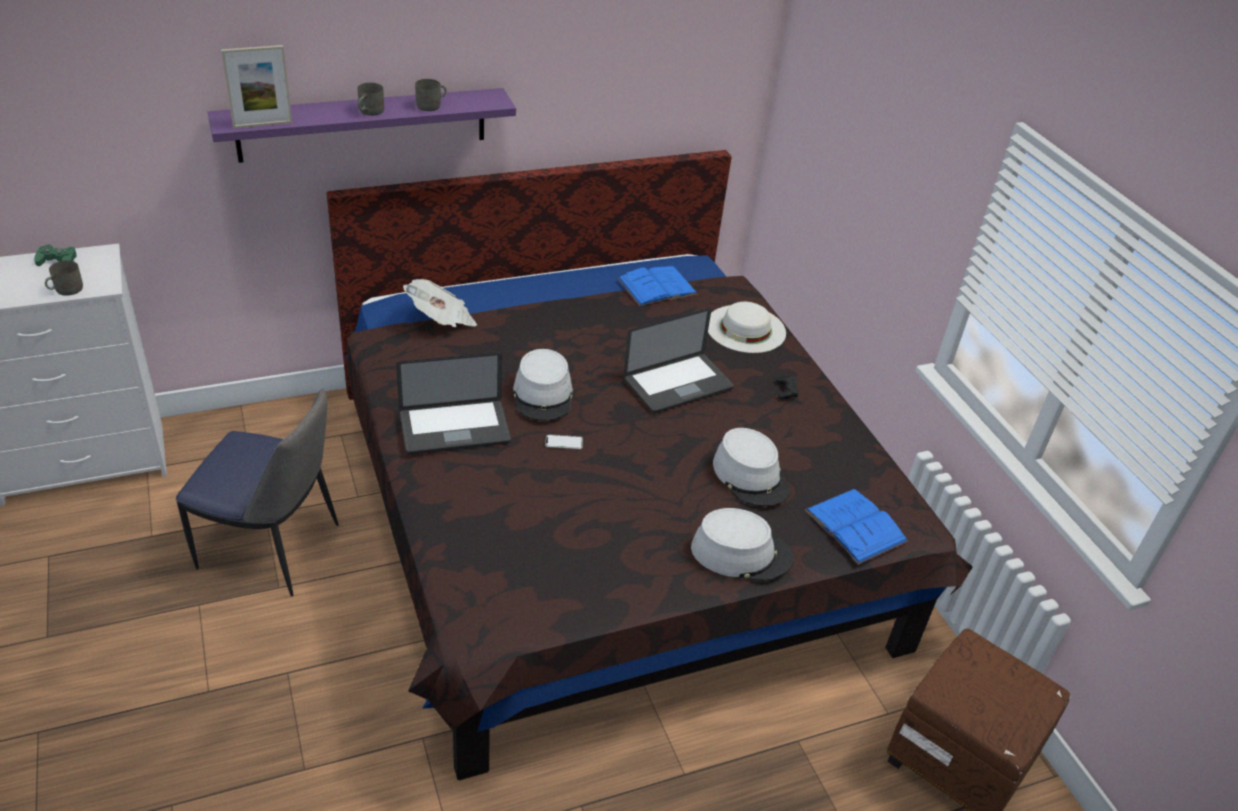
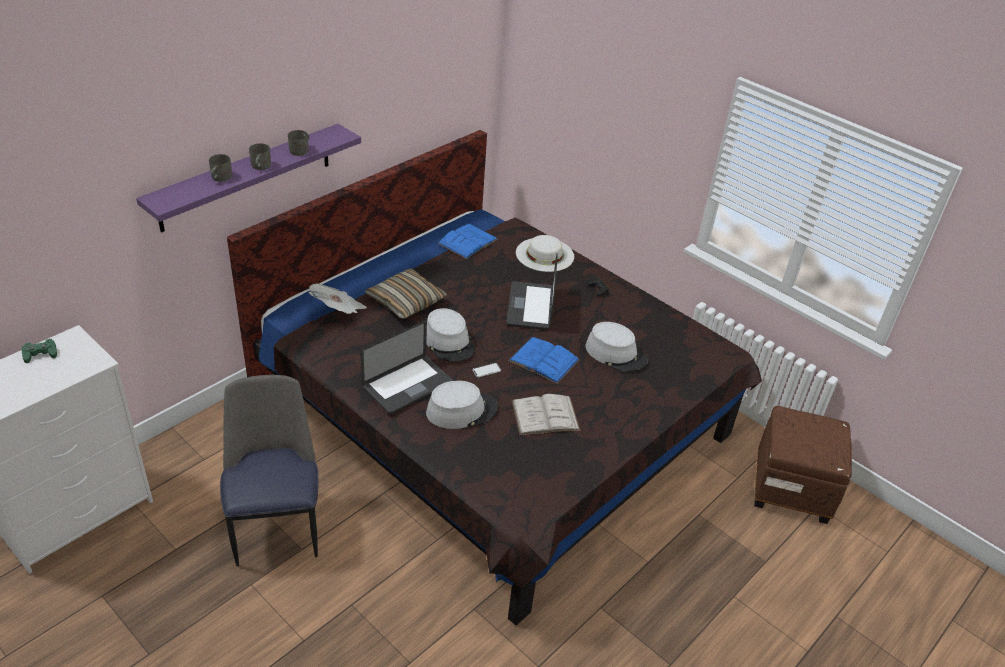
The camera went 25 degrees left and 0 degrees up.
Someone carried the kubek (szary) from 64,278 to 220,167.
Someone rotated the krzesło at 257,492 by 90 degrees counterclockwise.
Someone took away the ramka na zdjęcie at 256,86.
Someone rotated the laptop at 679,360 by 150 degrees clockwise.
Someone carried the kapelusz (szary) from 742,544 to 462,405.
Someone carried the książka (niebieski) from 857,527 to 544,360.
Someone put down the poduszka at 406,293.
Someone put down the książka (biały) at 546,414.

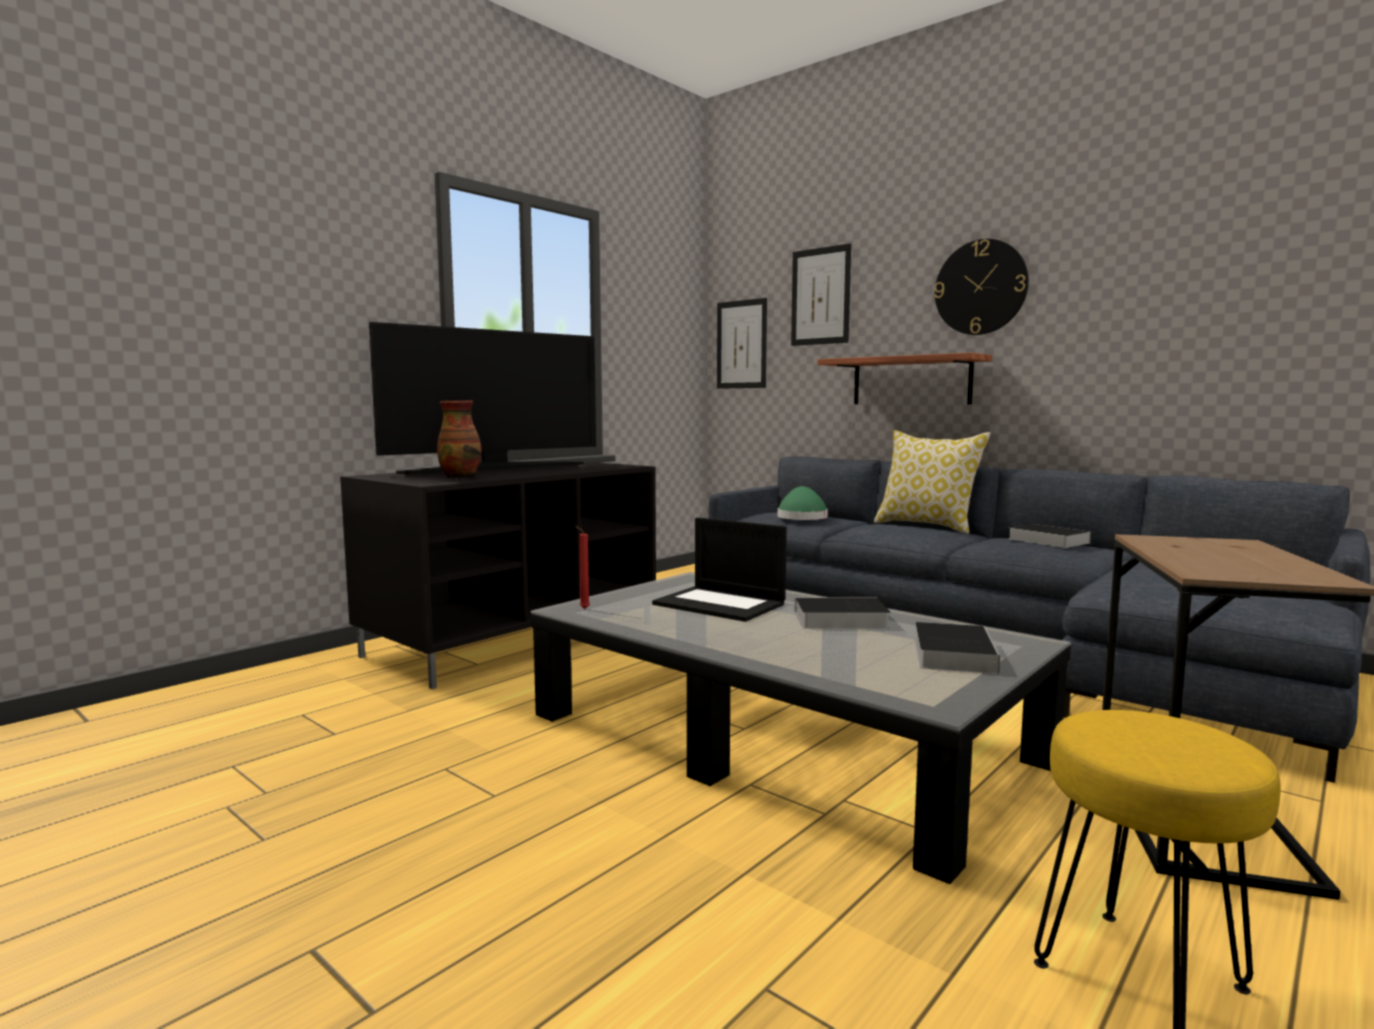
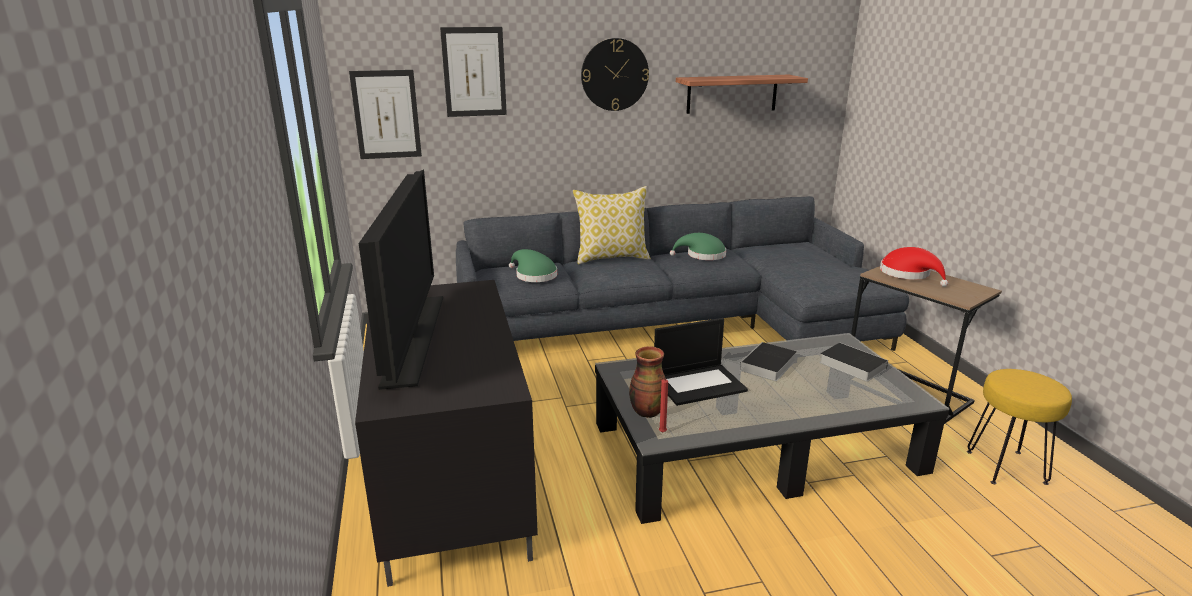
The camera went 55 degrees left and 15 degrees up.
Someone carried the wazon from 459,439 to 647,382.
Someone carried the półka from 904,378 to 742,94.
Someone swapped the książka at 1049,536 for the kapelusz (zielony) at 698,246.
Someone put down the kapelusz (czerwony) at 914,267.

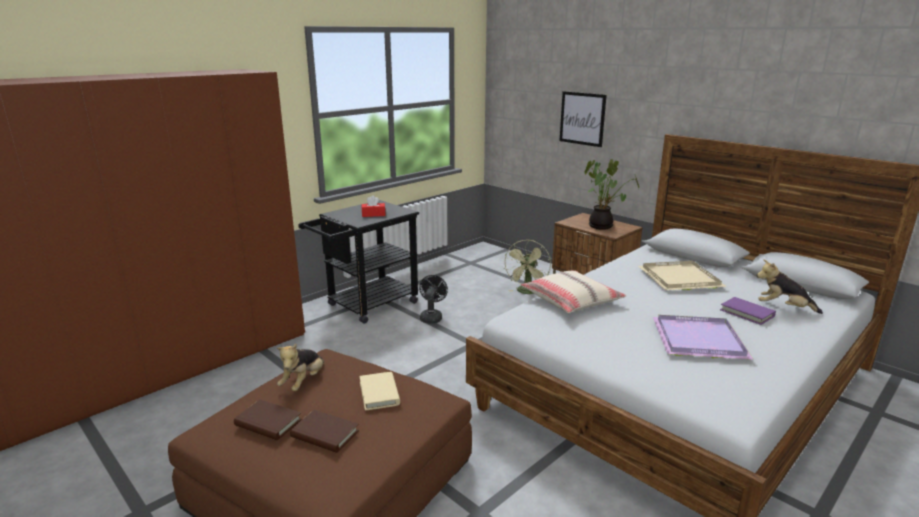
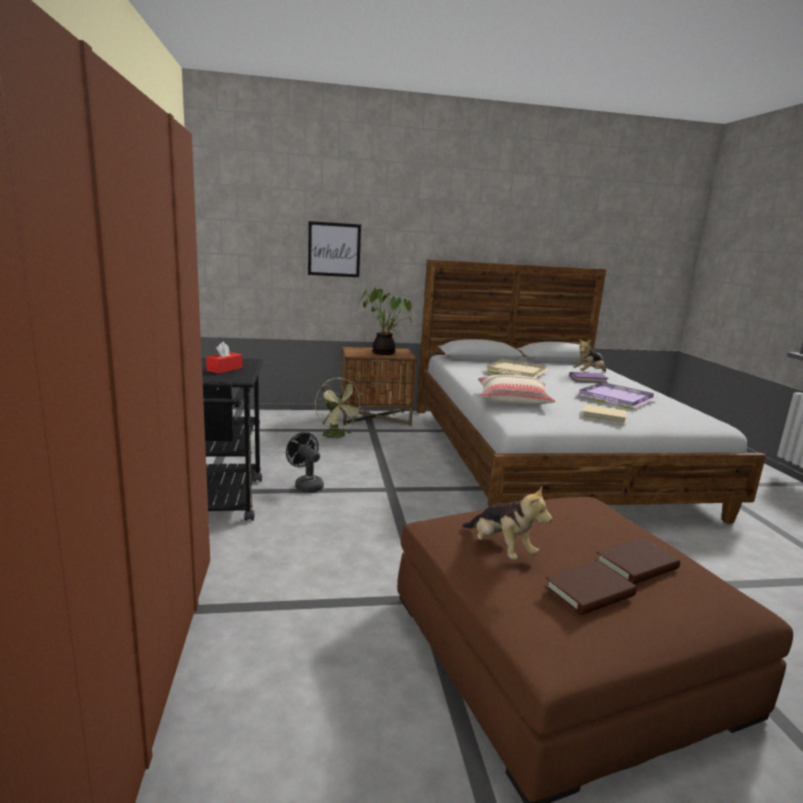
The camera went 55 degrees left and 5 degrees down.
Someone carried the książka (beżowy) from 379,391 to 604,414.

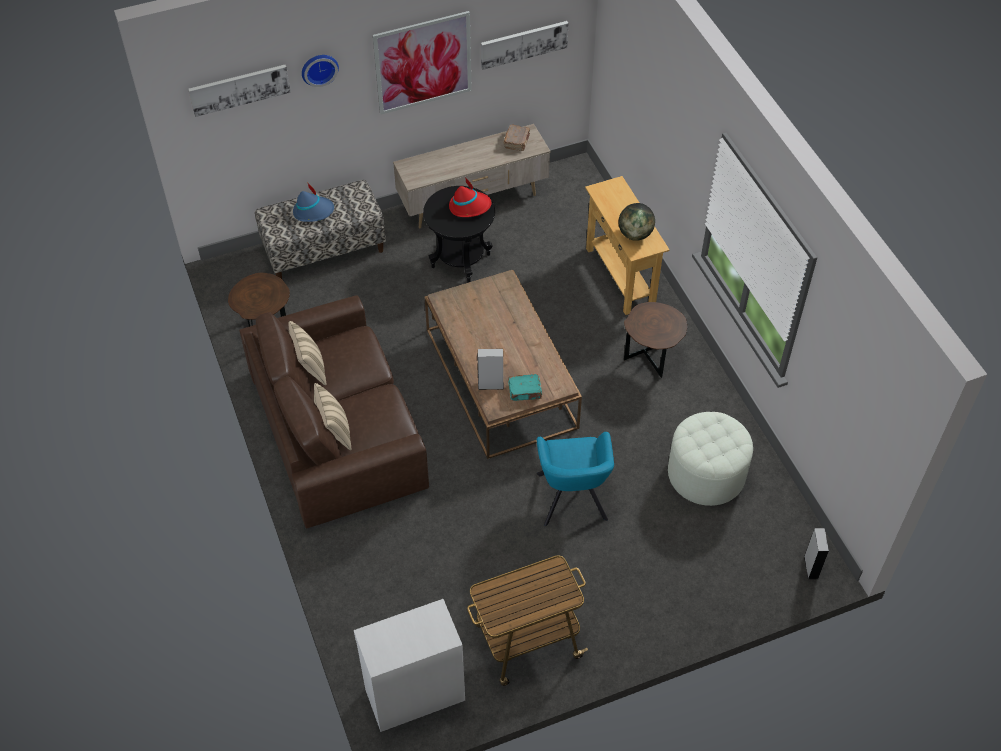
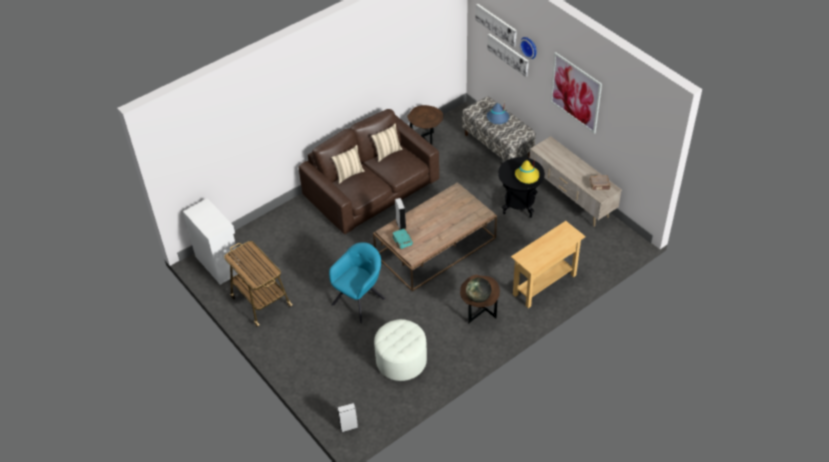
The camera went 75 degrees right and 5 degrees down.
Someone repainted the kapelusz (czerwony) at 470,197, which became the kapelusz (żółty) at 527,172.
Someone carried the obraz from 525,45 to 508,55.
Someone rotated the fotel (turkusowy) at 575,479 by 150 degrees clockwise.
Someone carried the globus from 637,222 to 479,290.

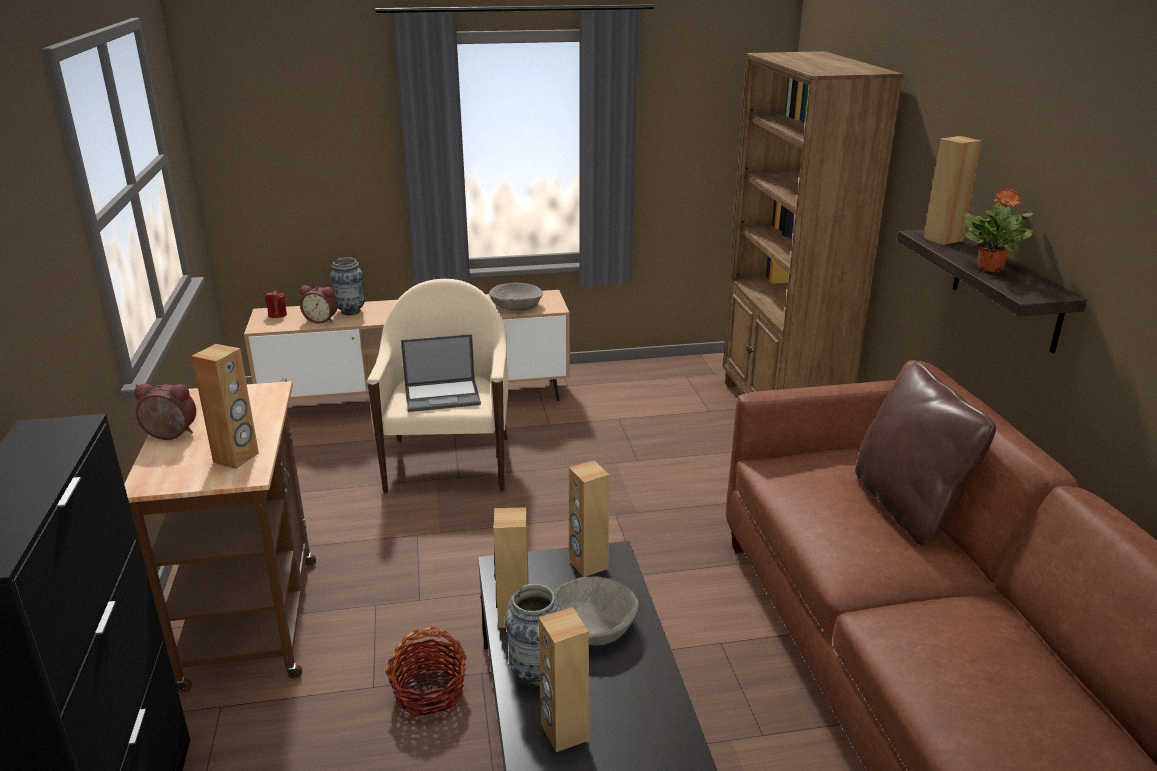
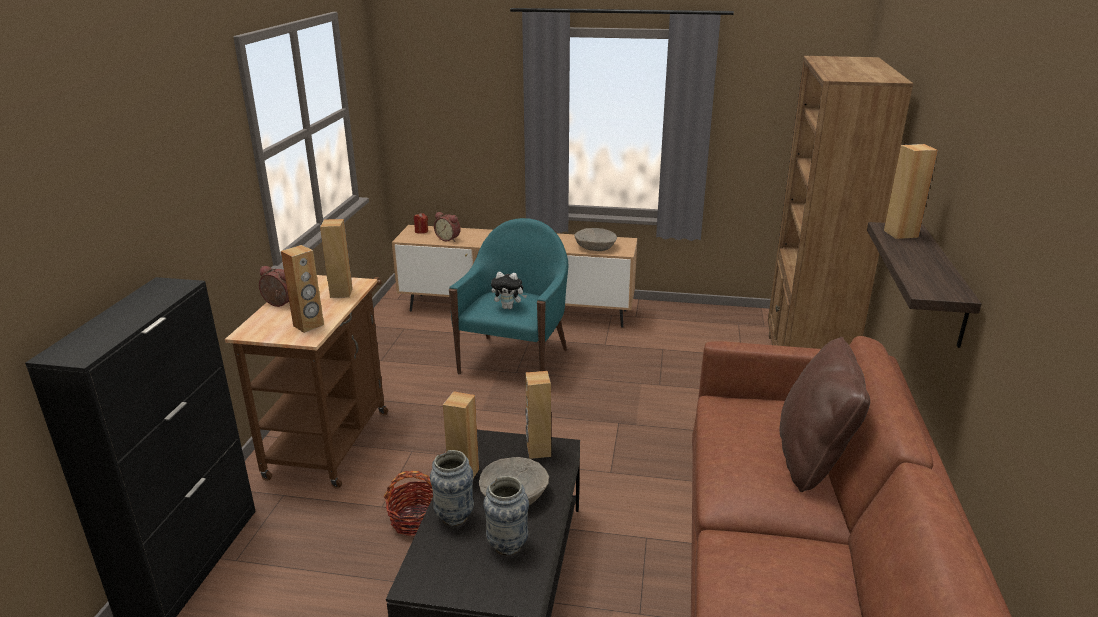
The camera went 20 degrees right and 0 degrees up.
Someone carried the wazon from 347,286 to 506,516.
Someone repainted the fotel (beżowy) at 437,386, which became the fotel (turkusowy) at 509,296.
Someone swapped the laptop at 441,373 for the pluszak at 509,290.
Someone carried the głośnik (brązowy) from 564,679 to 336,258.
Someone took away the roślina doniczkowa at 999,230.

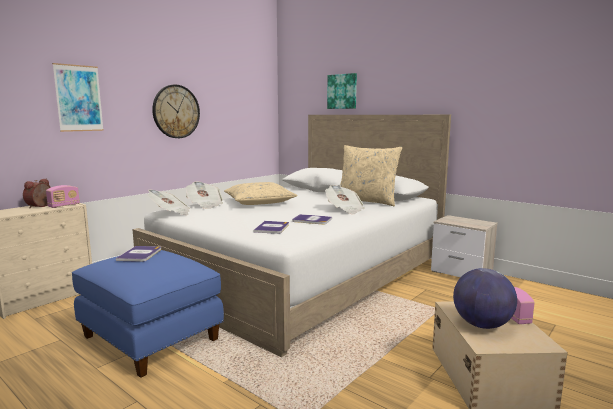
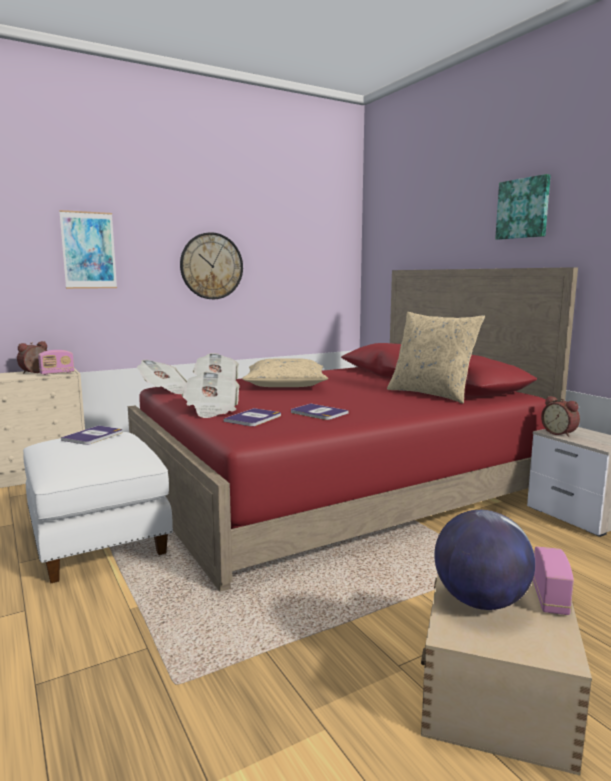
The camera went 20 degrees right and 0 degrees up.
Someone repainted the pufa (niebieski) at 148,314, which became the pufa (biały) at 98,507.
Someone repainted the łóżko (biały) at 291,236, which became the łóżko (czerwony) at 353,429.
Someone carried the gazeta from 345,199 to 211,395.
Someone carried the obraz from 342,91 to 523,207.
Someone put down the budzik at 560,416.

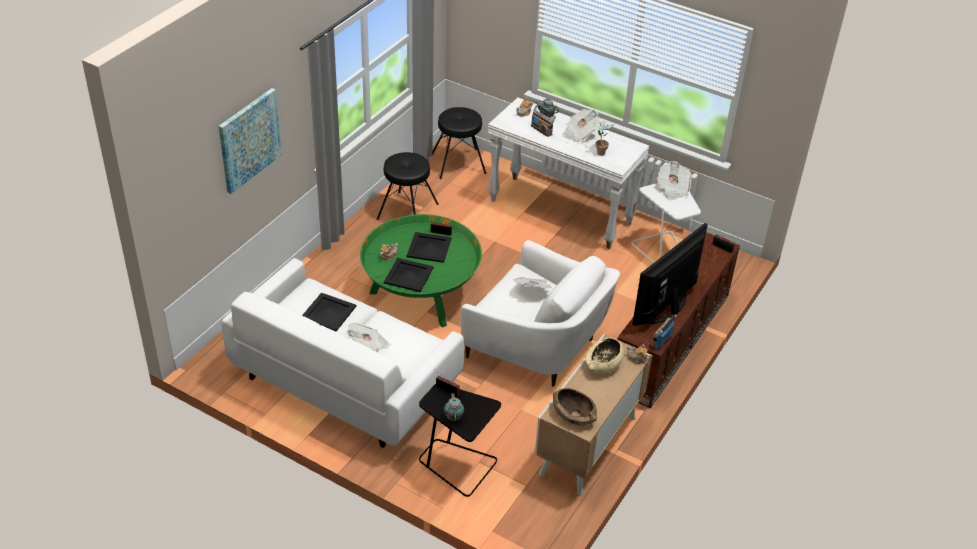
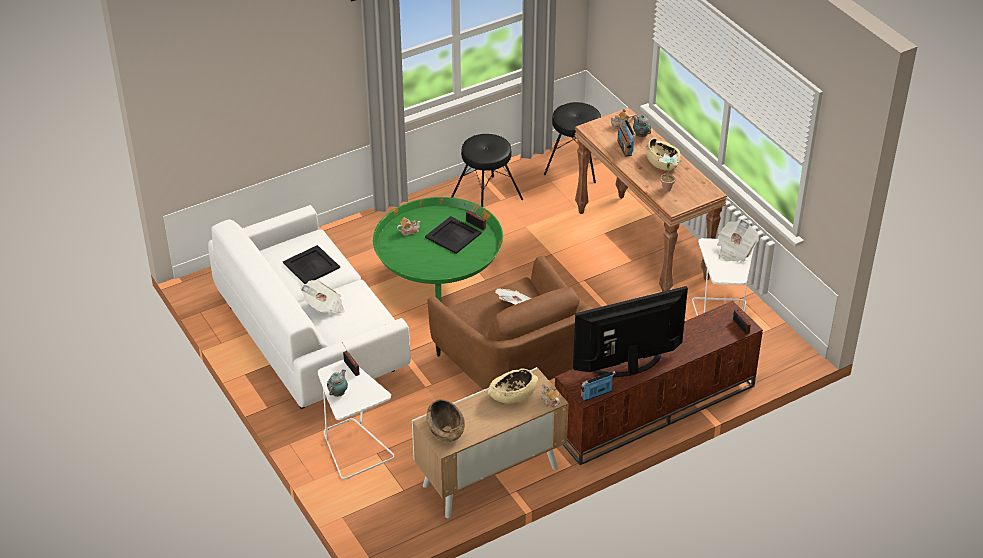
The camera went 30 degrees right and 0 degrees up.
Someone took away the obraz at 250,141.
Someone took away the taca (czarny) at 409,275.
Someone repainted the stolik (czarny) at 460,440, which became the stolik (biały) at 356,419.
Someone repainted the fotel (biały) at 540,313, which became the fotel (brązowy) at 510,323.
Someone repainted the stolik konsolowy (biały) at 568,173, which became the stolik konsolowy (brązowy) at 650,199.
Someone swapped the gazeta at 581,125 for the miska (beżowy) at 663,154.

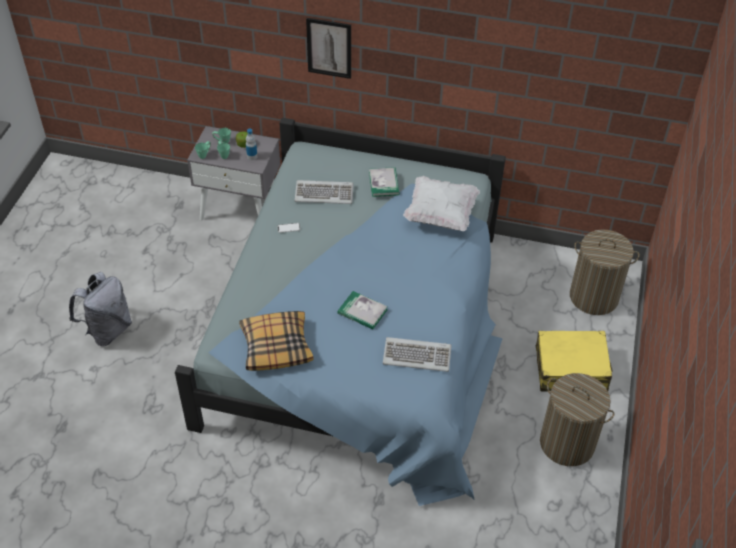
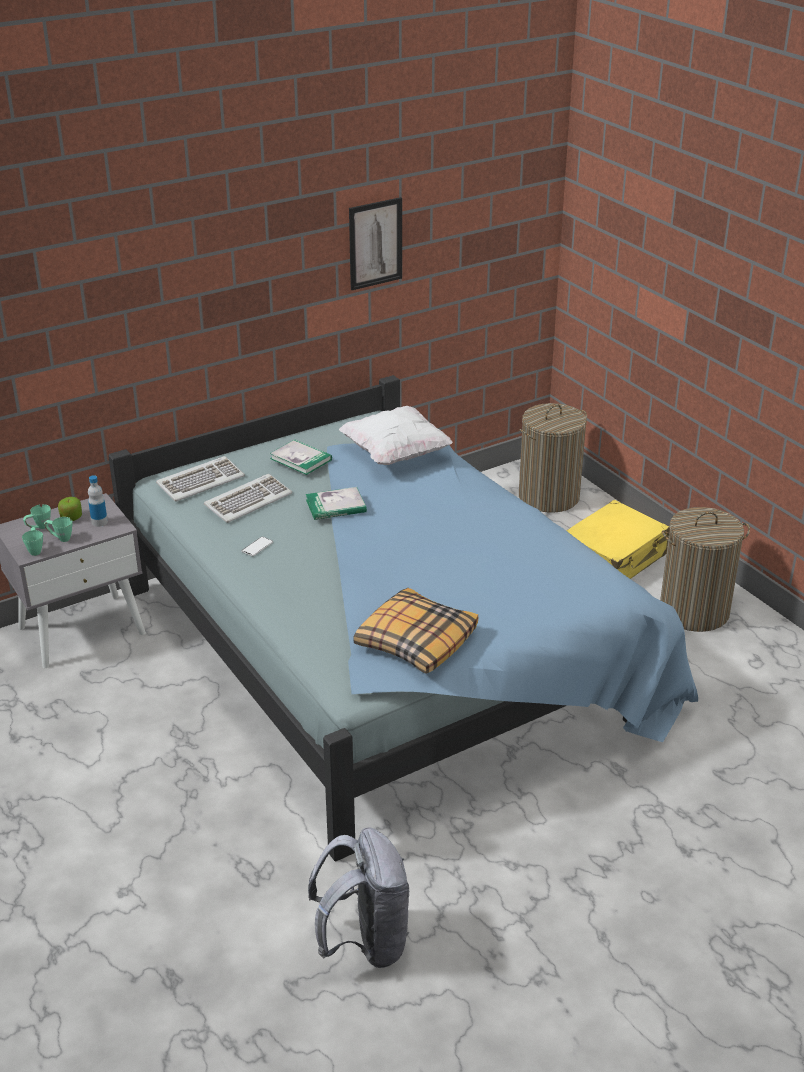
The camera went 45 degrees left and 15 degrees down.
Someone carried the plecak (szary) from 100,309 to 359,897.
Someone carried the obraz from 328,48 to 375,243.
Someone carried the książka from 363,310 to 336,503.
Someone carried the klawiatura from 417,354 to 200,479.

